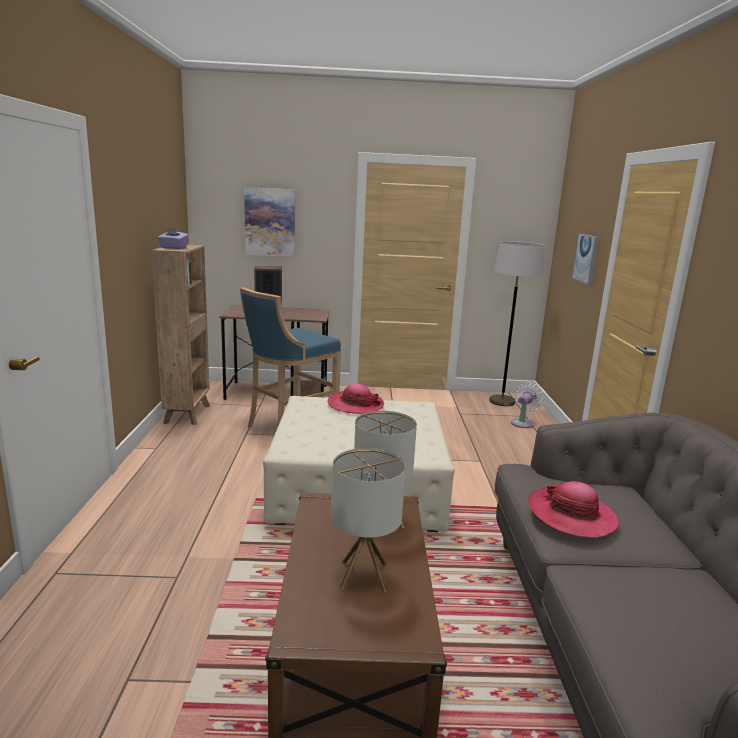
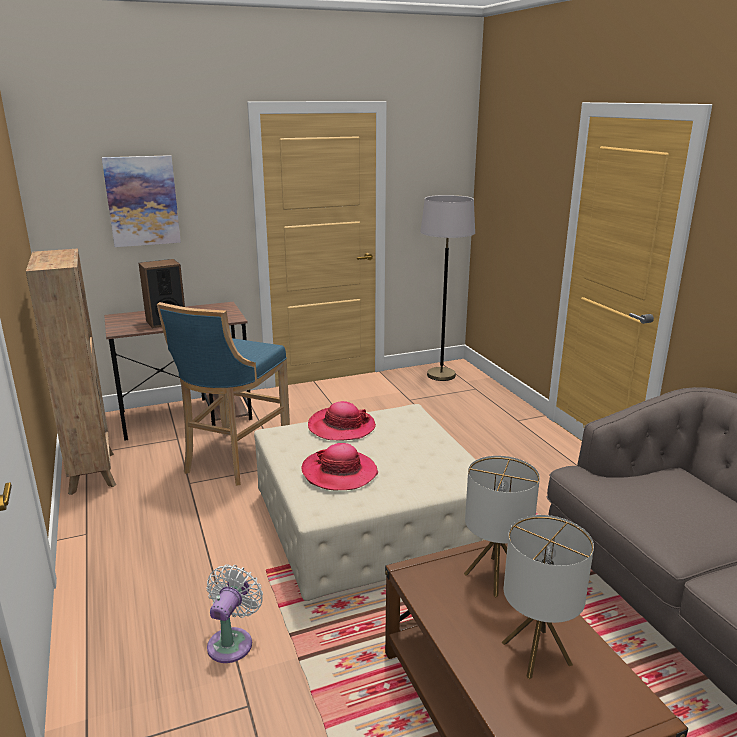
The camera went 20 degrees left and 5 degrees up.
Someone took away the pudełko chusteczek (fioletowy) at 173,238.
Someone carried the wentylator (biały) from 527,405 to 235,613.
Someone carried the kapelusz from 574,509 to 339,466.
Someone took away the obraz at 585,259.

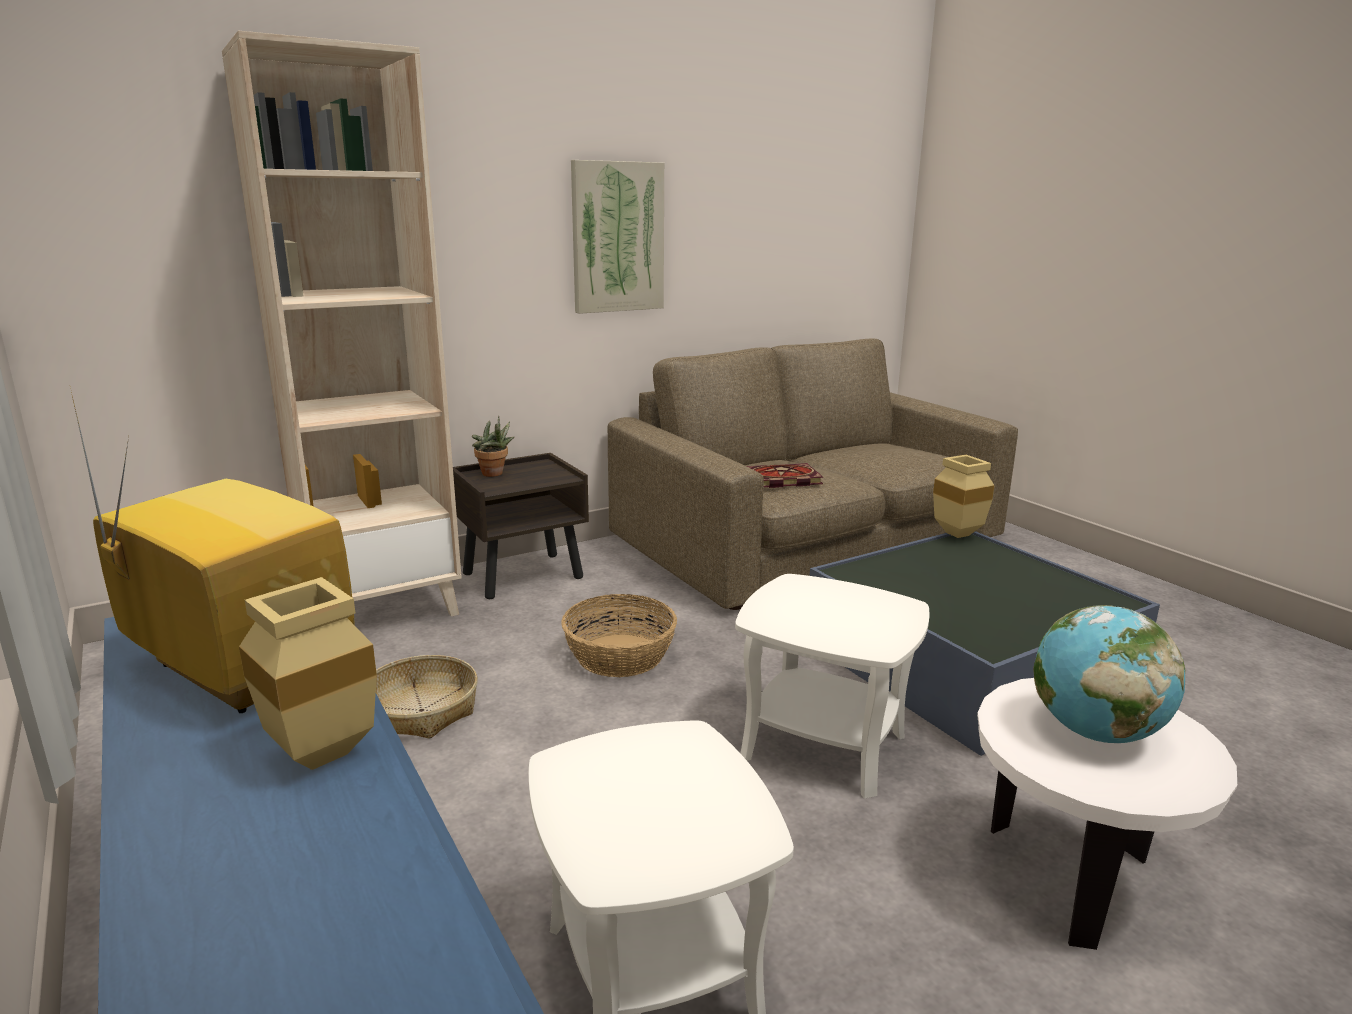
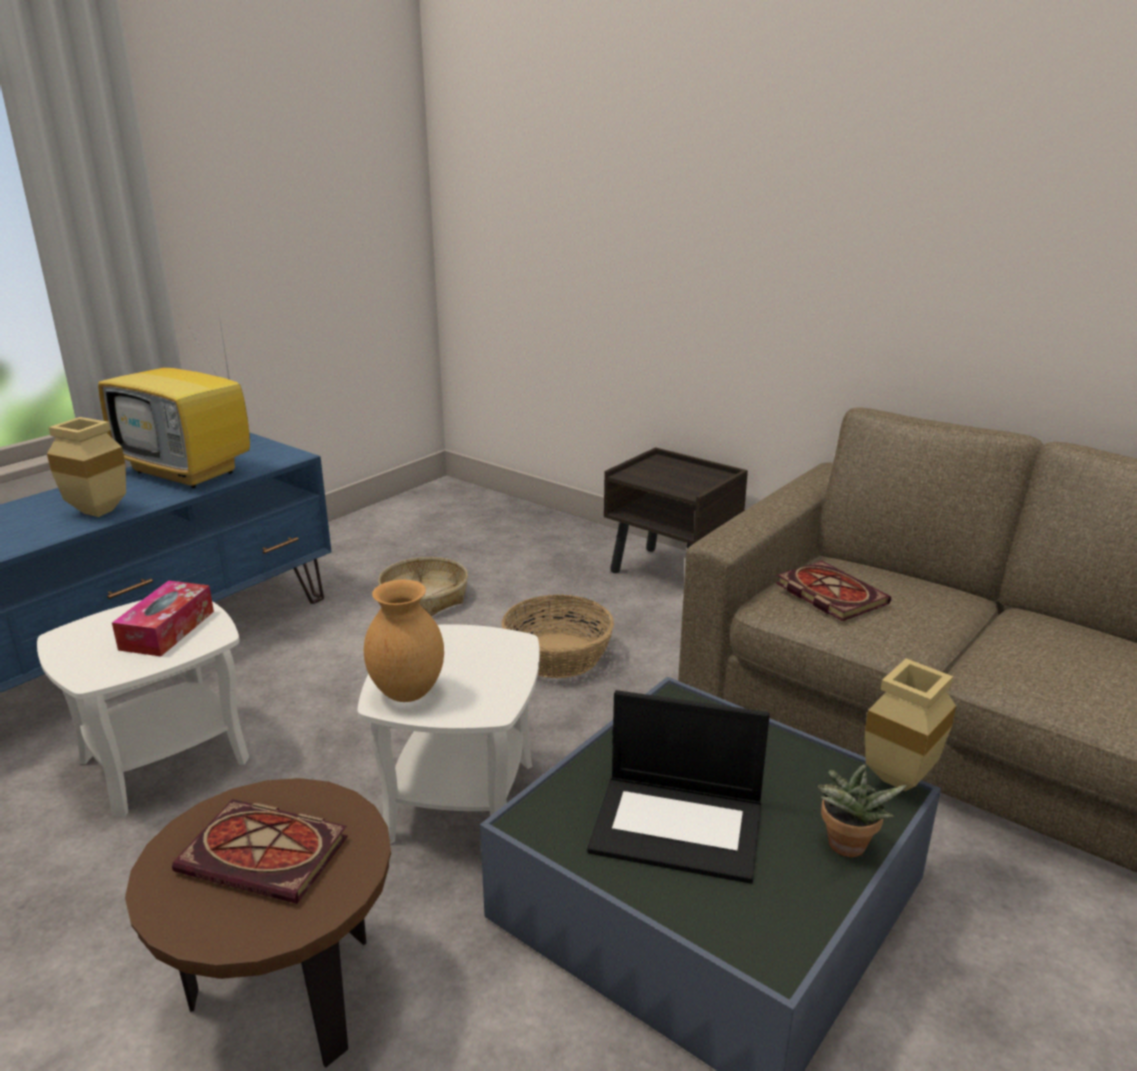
The camera went 70 degrees right and 5 degrees up.
Someone rotated the telewizor at 213,552 by 105 degrees clockwise.
Someone took away the regał (beżowy) at 342,324.
Someone carried the roślina doniczkowa from 493,446 to 862,811.
Someone took away the obraz at 617,237.
Someone repainted the stolik (biały) at 1107,814, which became the stolik (brązowy) at 258,922.
Someone swapped the globus at 1109,674 for the książka at 260,851.
Someone put down the pudełko chusteczek at 163,618.
Someone put down the wazon (brązowy) at 404,641.
Someone put down the laptop at 678,787.

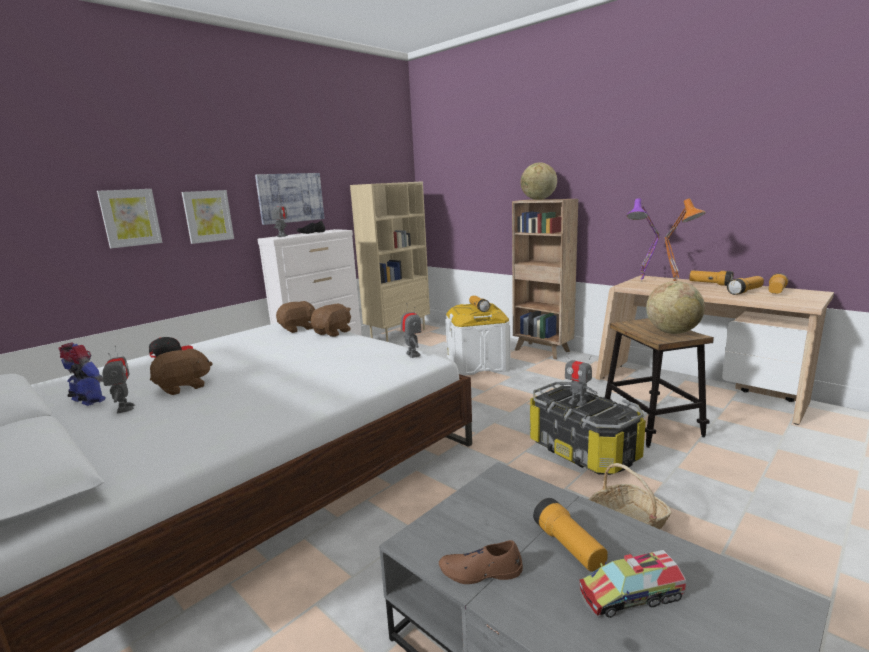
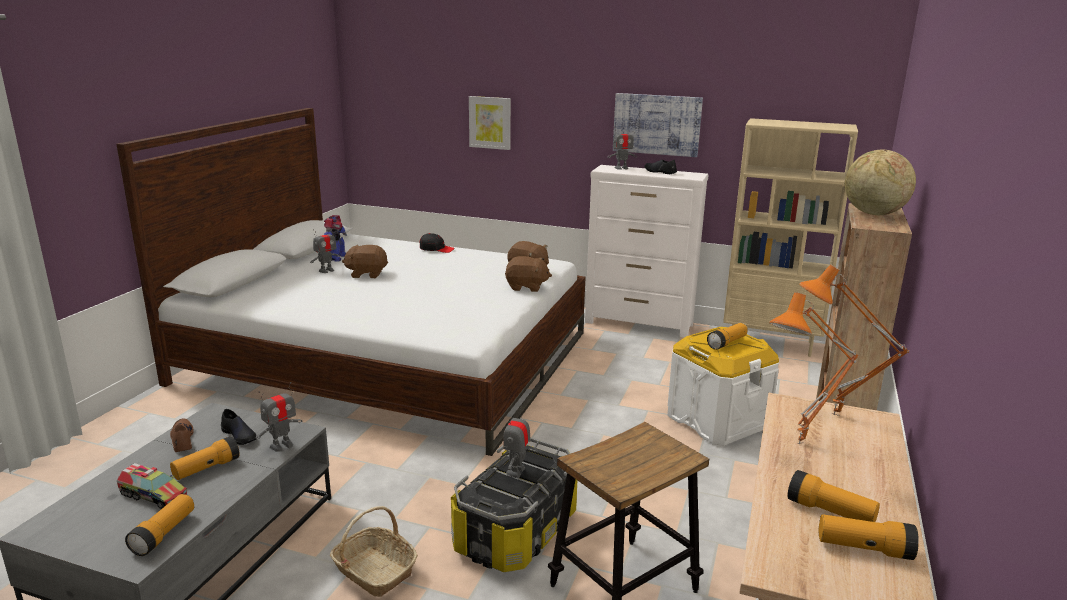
The camera went 65 degrees right and 5 degrees up.
Someone rotated the pluszak (brązowy) at 181,371 by 150 degrees clockwise.
Someone took away the obraz at 208,217.
Someone carried the robot zabawkowy from 411,330 to 278,417.
Someone rotated the ciężarówka zabawkowa at 632,584 by 150 degrees clockwise.
Someone repainted the lampa stołowa (fioletowy) at 643,240, which became the lampa stołowa (pomarańczowy) at 854,340.
Someone took away the globus at 675,307.
Someone carried the latarka from 711,278 to 159,525.
Someone put down the but (czarny) at 239,427.

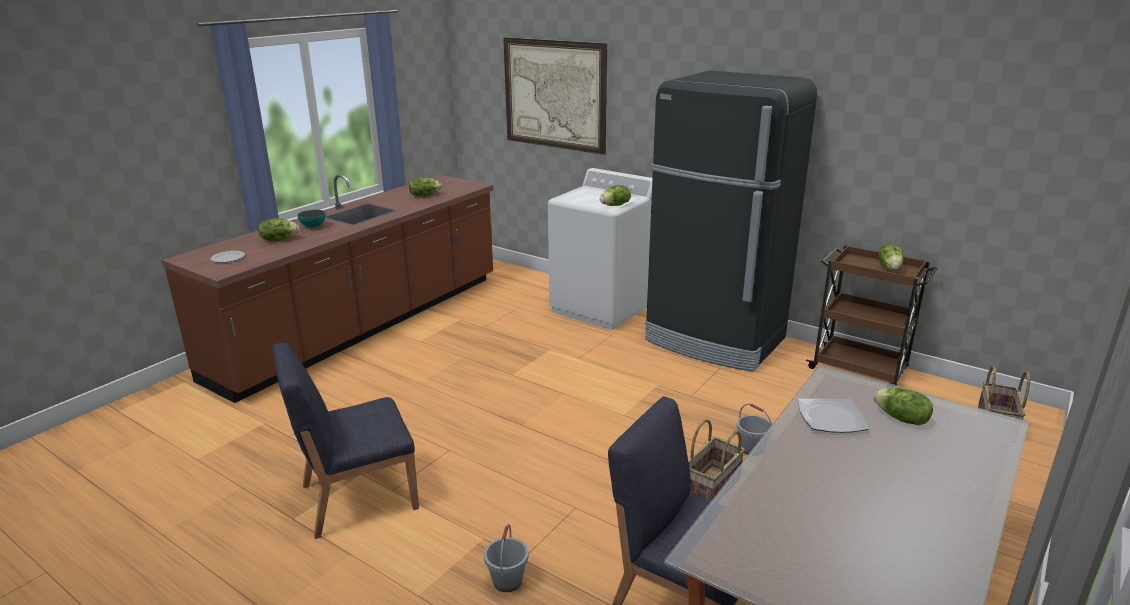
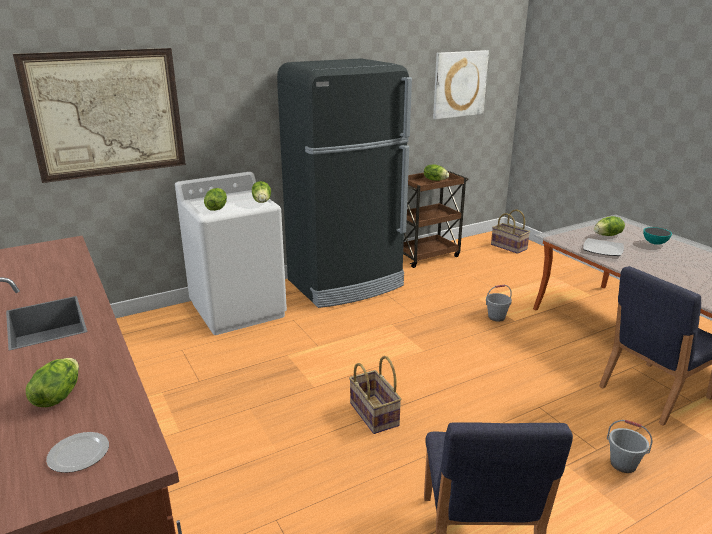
The camera went 65 degrees left and 0 degrees up.
Someone carried the miska from 311,219 to 657,236.
Someone carried the sałata from 425,187 to 215,199.
Someone carried the koszyk from 716,459 to 375,395.
Someone put up the obraz at 461,85.

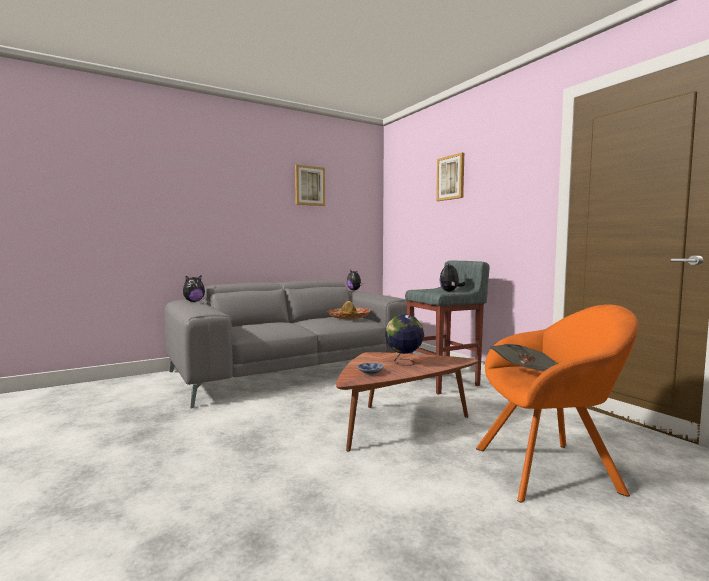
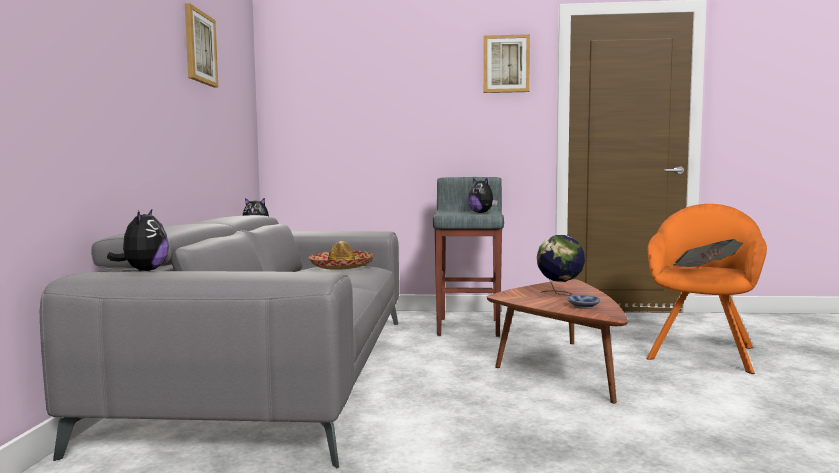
The camera went 55 degrees left and 0 degrees up.
Someone carried the obraz from 450,177 to 507,63.

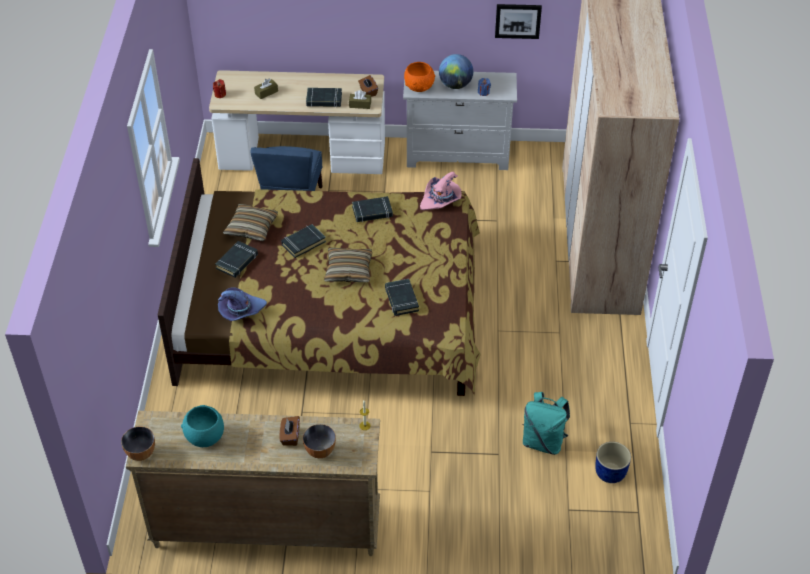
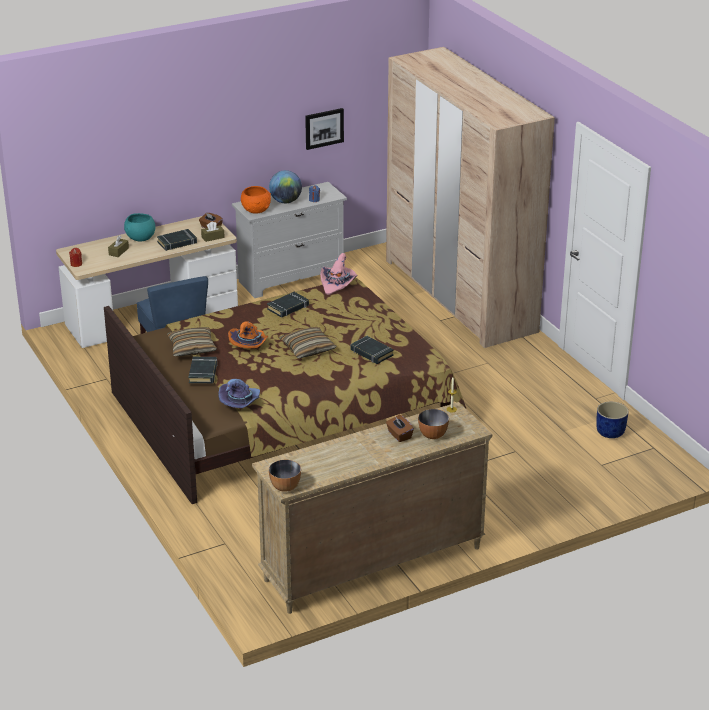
The camera went 30 degrees left and 15 degrees down.
Someone carried the miska (turkusowy) from 202,426 to 139,227.
Someone swapped the książka (czarny) at 303,241 for the kapelusz (pomarańczowy) at 248,334.
Someone took away the plecak (turkusowy) at 546,423.

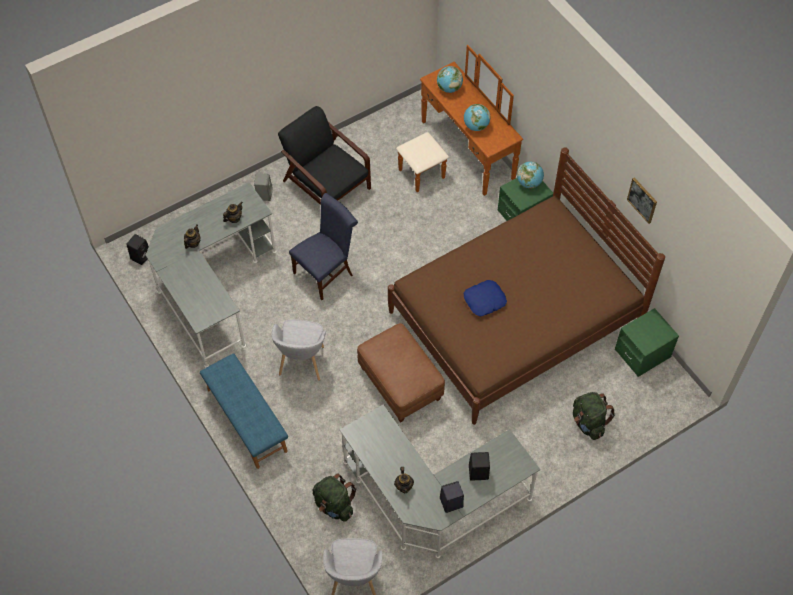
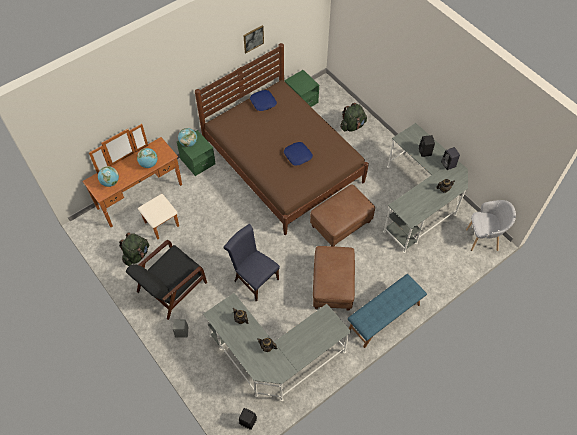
The camera went 95 degrees left and 0 degrees up.
Someone swapped the fotel (szary) at 298,350 for the pufa (brązowy) at 334,278.
Someone carried the plecak (zielony) from 334,497 to 134,249.
Someone put down the poduszka (niebieski) at 263,100.

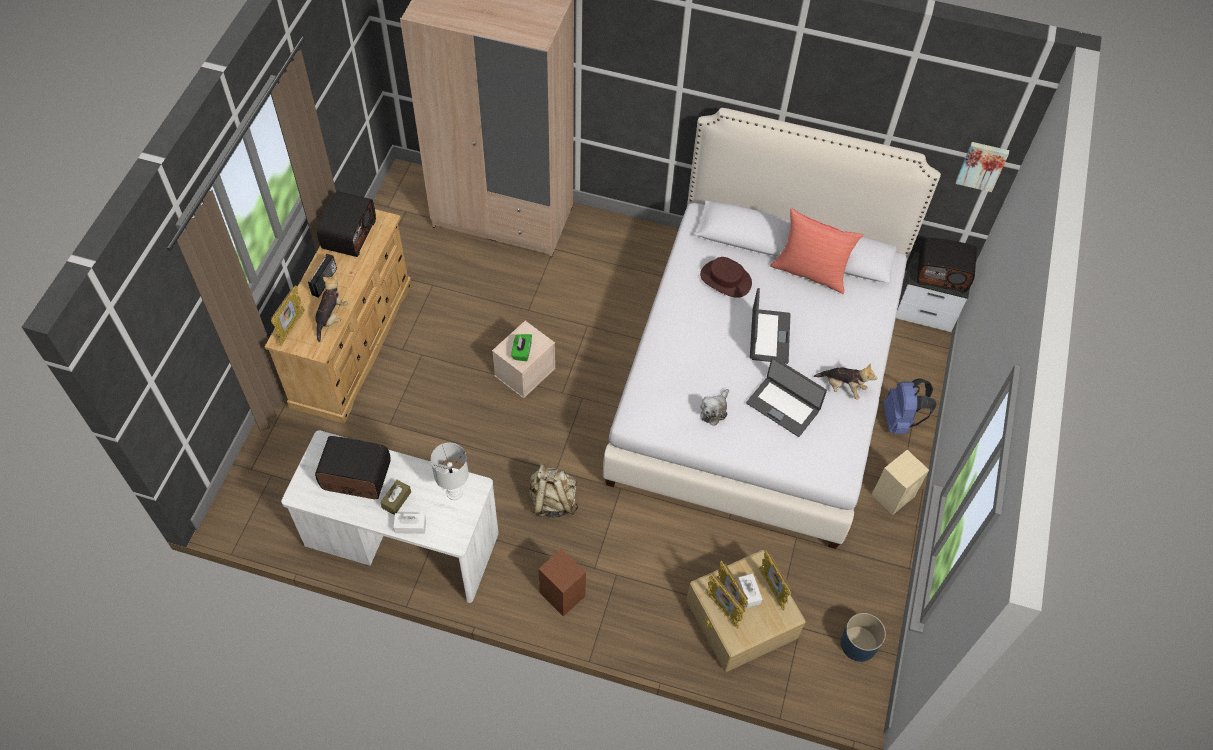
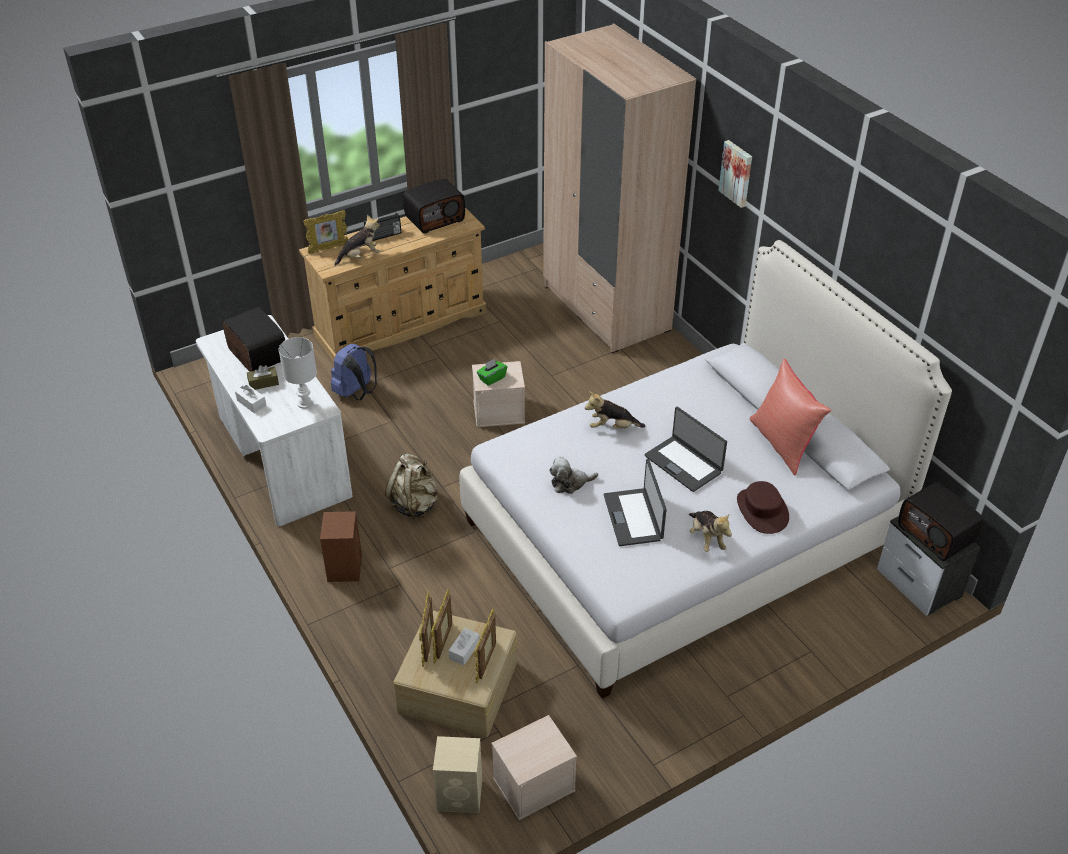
The camera went 45 degrees right and 15 degrees down.
Someone carried the kapelusz (brązowy) from 726,277 to 763,507.
Someone rotated the laptop at 770,326 by 90 degrees clockwise.
Someone swapped the donica (niebieski) at 863,637 for the pojemnik do przechowywania (beżowy) at 534,767.
Someone carried the głośnik (beżowy) from 900,482 to 457,774.
Someone carried the plecak (niebieski) from 910,406 to 354,372.
Someone carried the obraz from 982,167 to 735,174.
Someone put down the pluszak at 615,410.

